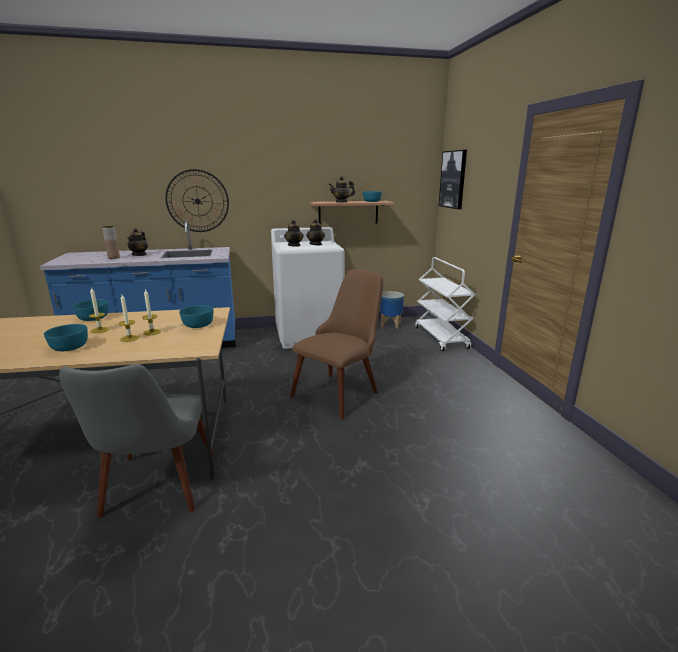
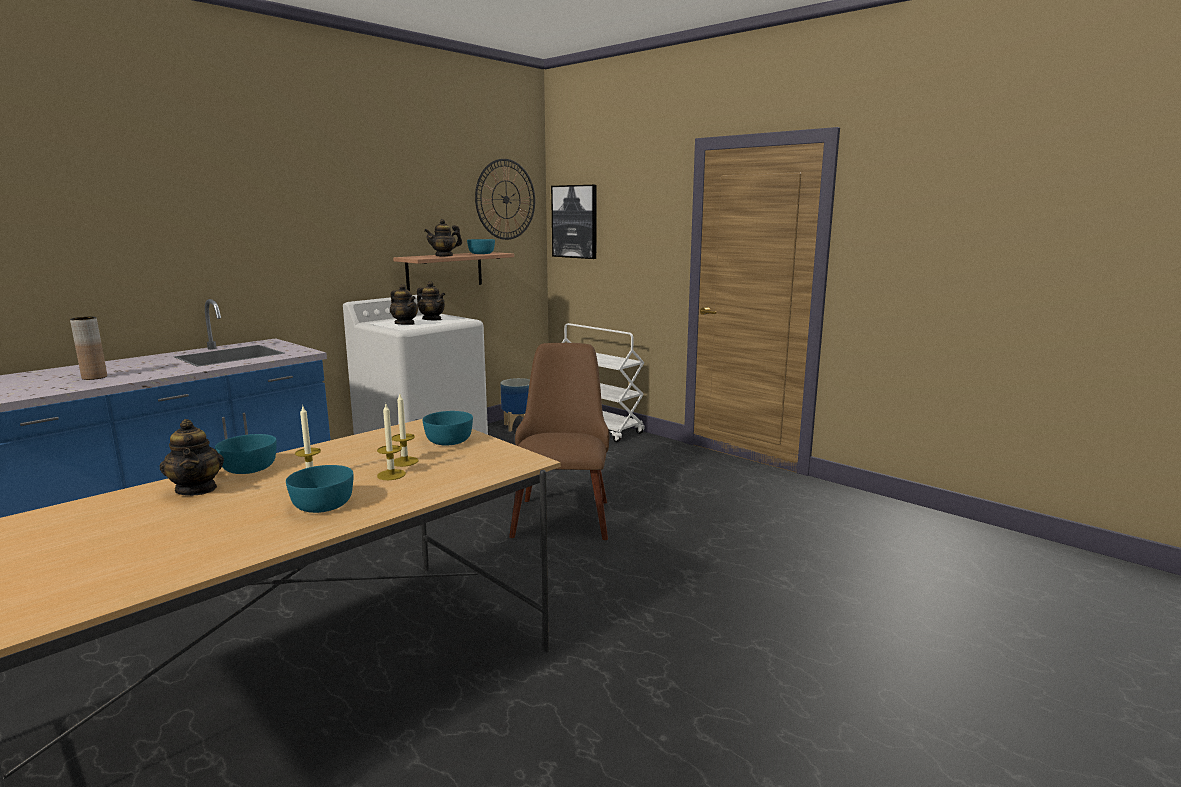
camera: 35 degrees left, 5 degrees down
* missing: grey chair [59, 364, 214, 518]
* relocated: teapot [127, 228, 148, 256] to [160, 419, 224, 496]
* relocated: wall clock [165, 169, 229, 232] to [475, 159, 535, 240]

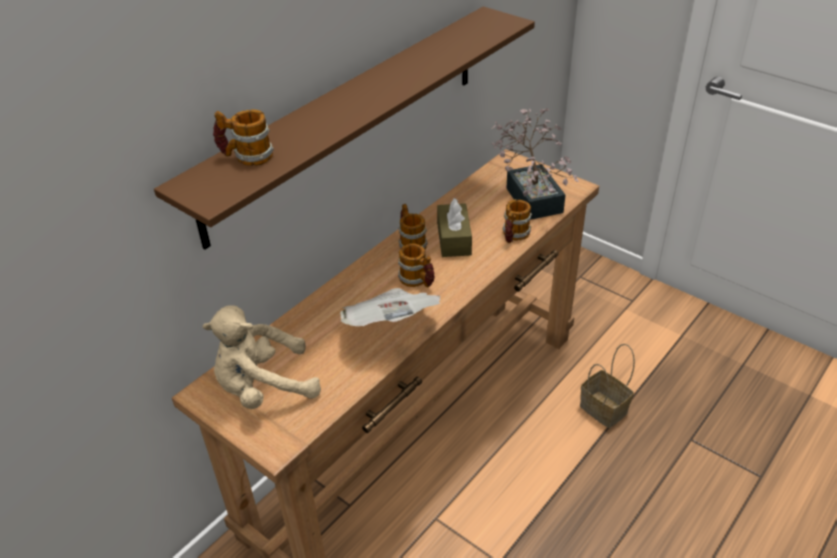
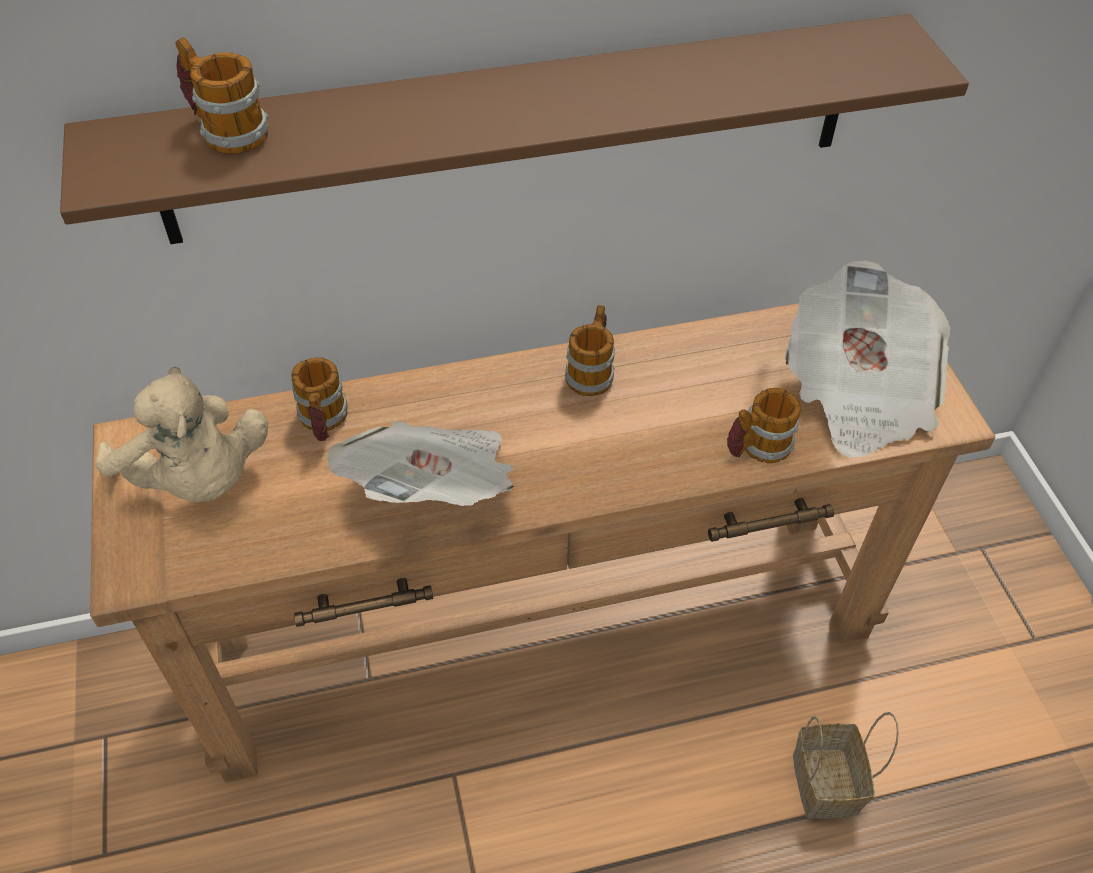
camera: 35 degrees right, 10 degrees up
* missing: brown tissue box [437, 198, 472, 257]
* relocated: mug [398, 243, 435, 288] to [291, 357, 348, 441]
* exchanged: potted plant [492, 108, 579, 220] to newspaper [785, 260, 951, 459]
* spun: beige plush toy [202, 305, 321, 409] = [95, 367, 268, 502] 150 degrees counterclockwise

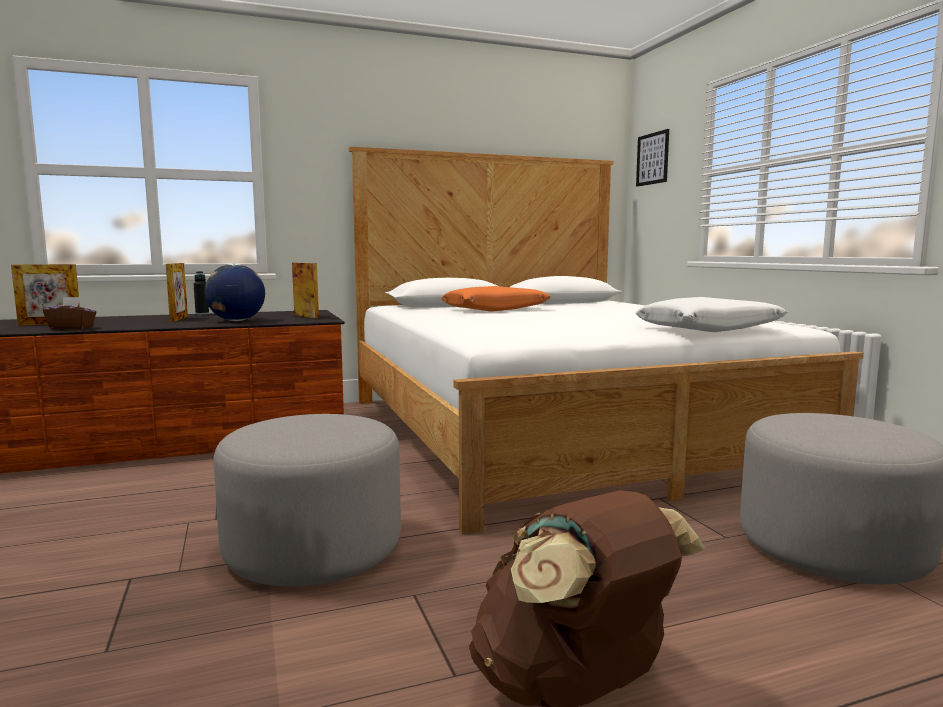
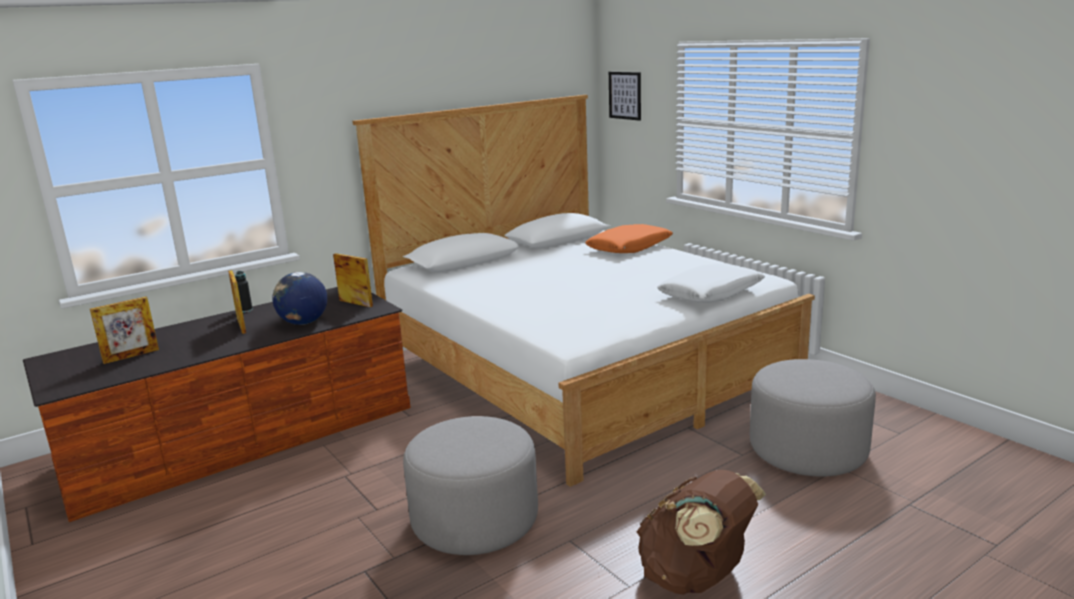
camera: 15 degrees left, 10 degrees up
* missing: brown tissue box [43, 297, 96, 330]
* relocated: orange pillow [441, 286, 551, 311] to [585, 224, 673, 253]

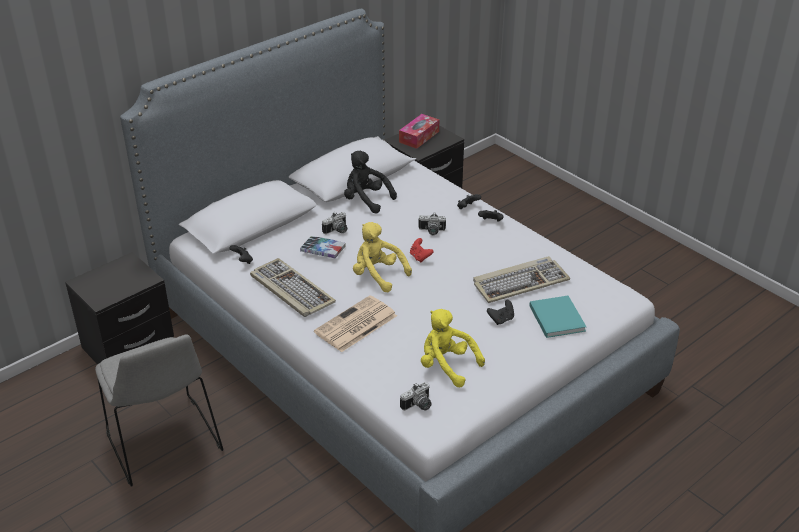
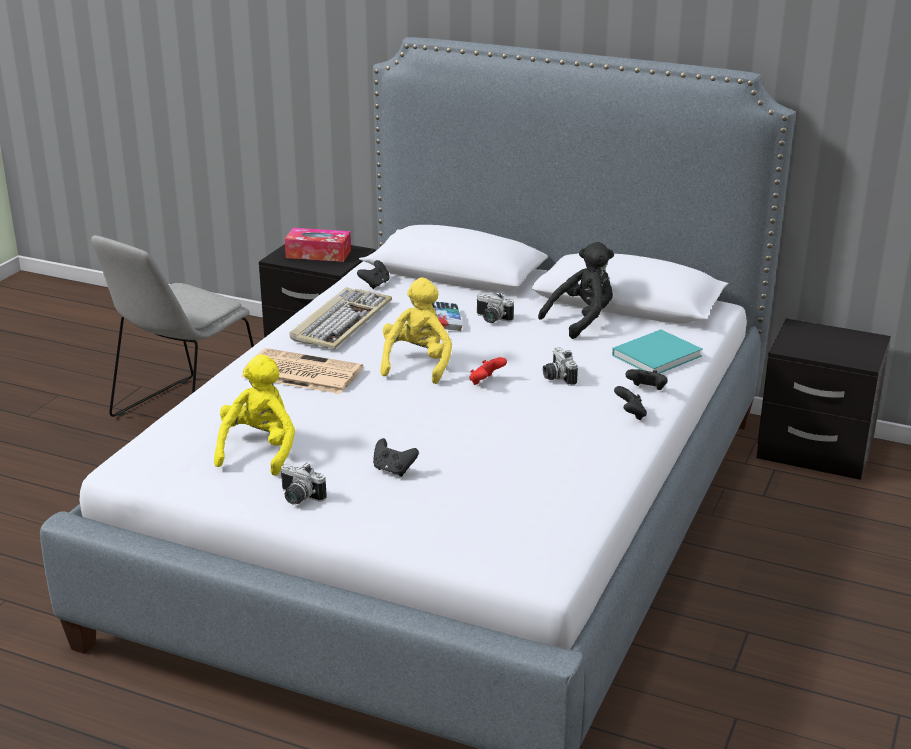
camera: 65 degrees right, 10 degrees down
* missing: keyboard [473, 256, 570, 303]
* relocated: tissue box [399, 114, 439, 149] to [285, 228, 351, 262]
* relocated: photo camera [400, 382, 432, 410] to [280, 463, 327, 504]
* relocated: turquoise book [529, 296, 586, 338] to [612, 330, 702, 374]
* spun: black plush toy [344, 151, 397, 213] = [538, 242, 614, 339] 45 degrees clockwise

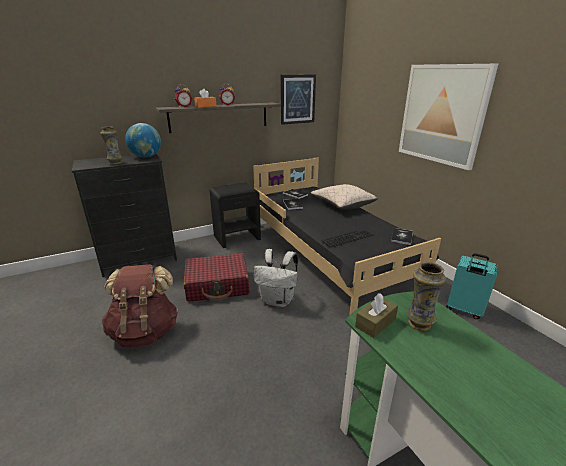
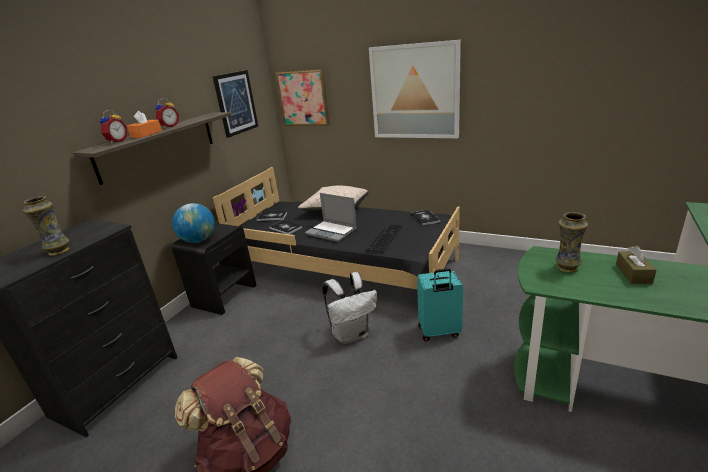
camera: 35 degrees left, 0 degrees up
* missing: red suitcase [184, 253, 249, 302]
* appeared: picture [276, 69, 330, 126]
* appeared: laptop [305, 193, 357, 242]
* relocated: globe [125, 123, 161, 157] to [172, 203, 215, 243]
* relocated: brown tissue box [355, 293, 398, 338] to [616, 246, 656, 284]
* relocated: turquoise suitcase [446, 253, 498, 319] to [417, 268, 463, 341]

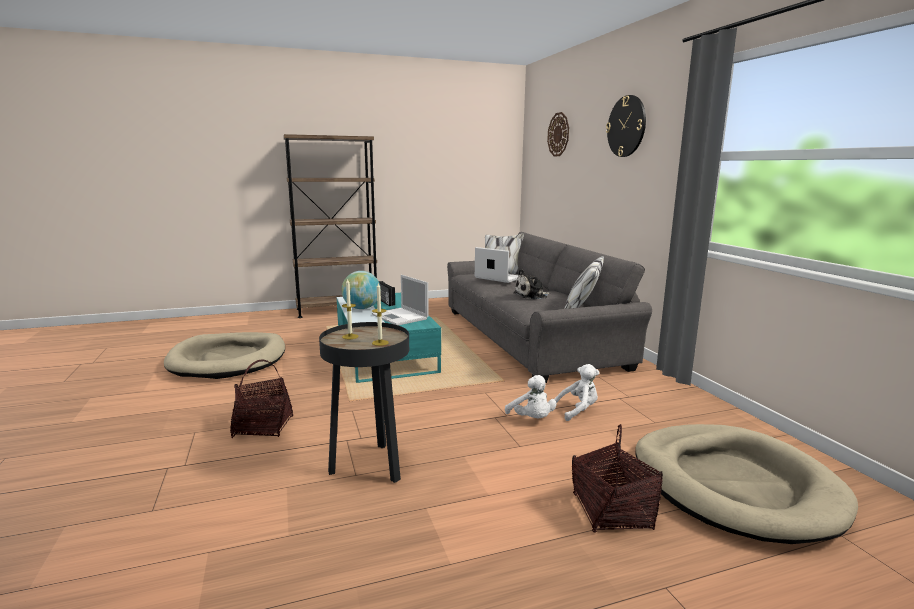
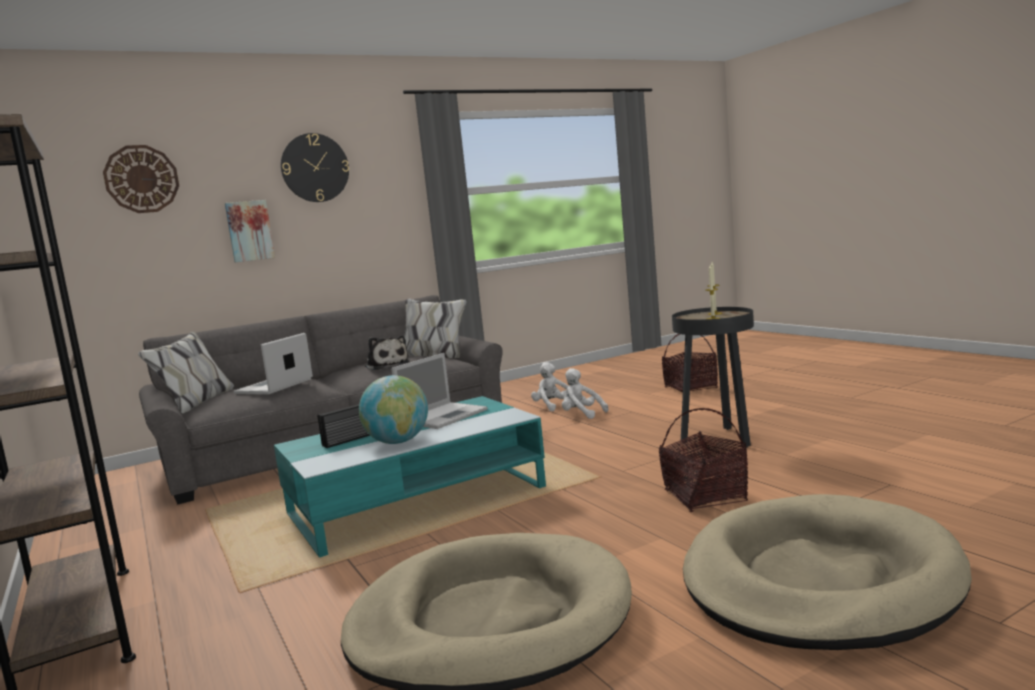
camera: 100 degrees left, 5 degrees down
* appeared: picture [225, 200, 275, 262]
* relocated: beige dog bed [635, 424, 858, 544] to [683, 494, 972, 650]
* spun: white plush toy [505, 375, 557, 418] = [562, 368, 608, 419] 105 degrees counterclockwise

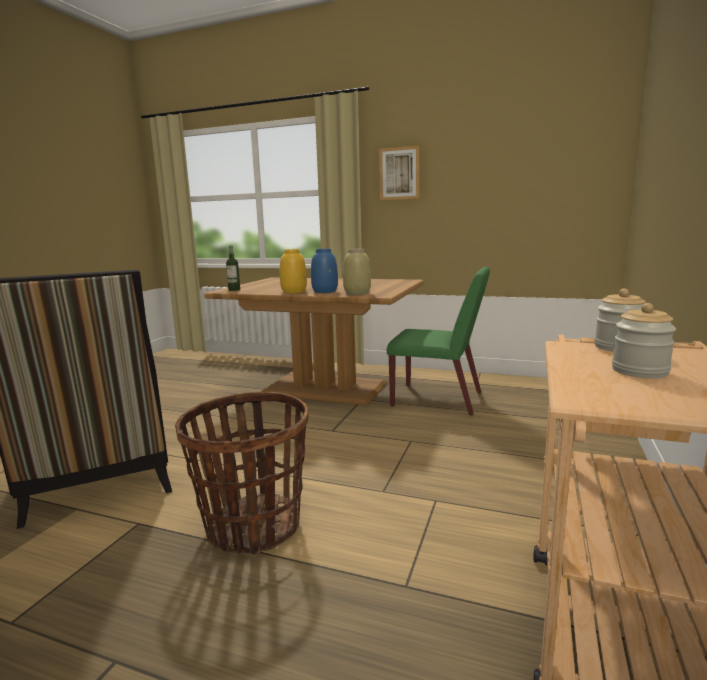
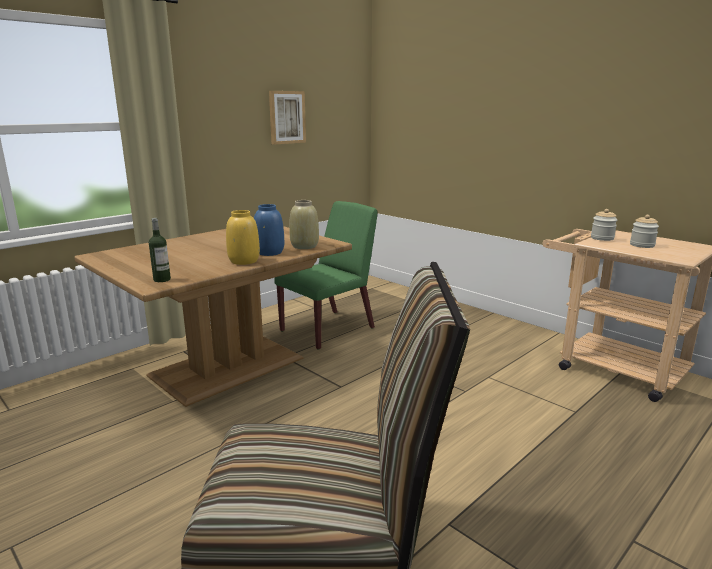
camera: 65 degrees left, 5 degrees up
* missing: basket [175, 392, 309, 555]
* relocated: picture [379, 146, 420, 200] to [269, 91, 306, 145]

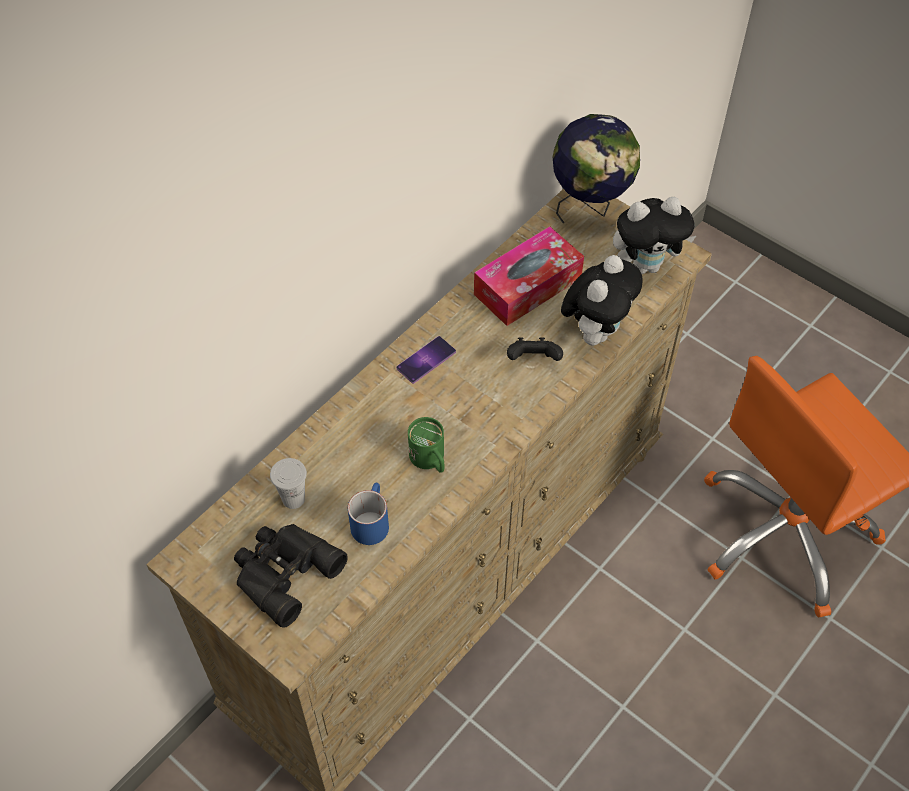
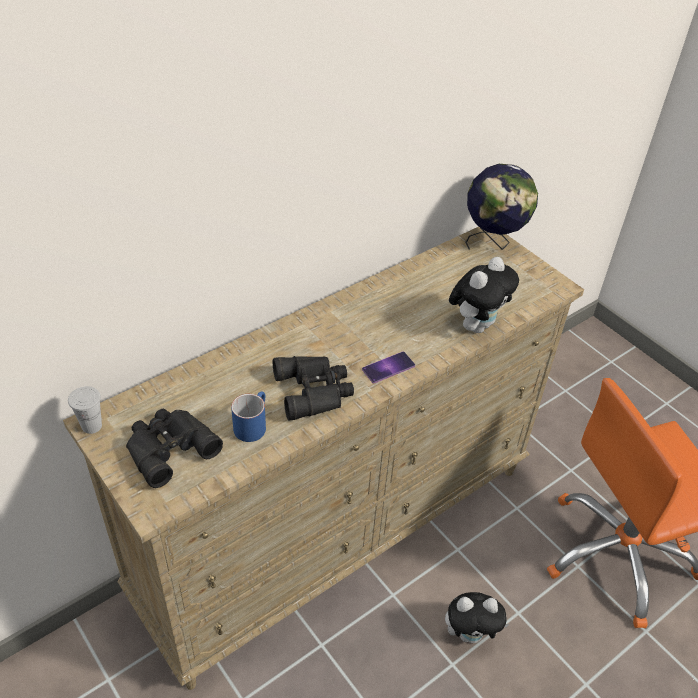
camera: 10 degrees right, 10 degrees down
* missing: tissue box [474, 226, 584, 326]
* missing: black game controller [507, 337, 563, 361]
* relocated: white cup [270, 458, 307, 509] to [68, 386, 102, 434]
* relocated: phone [396, 336, 456, 384] to [362, 351, 415, 384]
* relocated: plush toy [613, 197, 696, 274] to [445, 592, 510, 643]
* exchanged: green mug [408, 417, 445, 473] to black binoculars [273, 356, 354, 420]

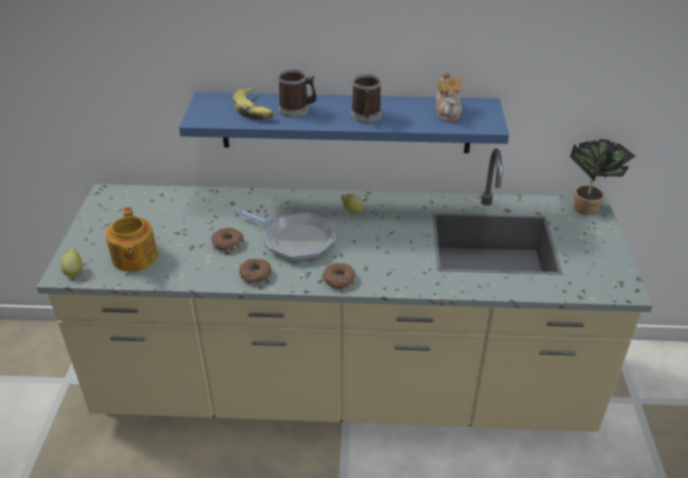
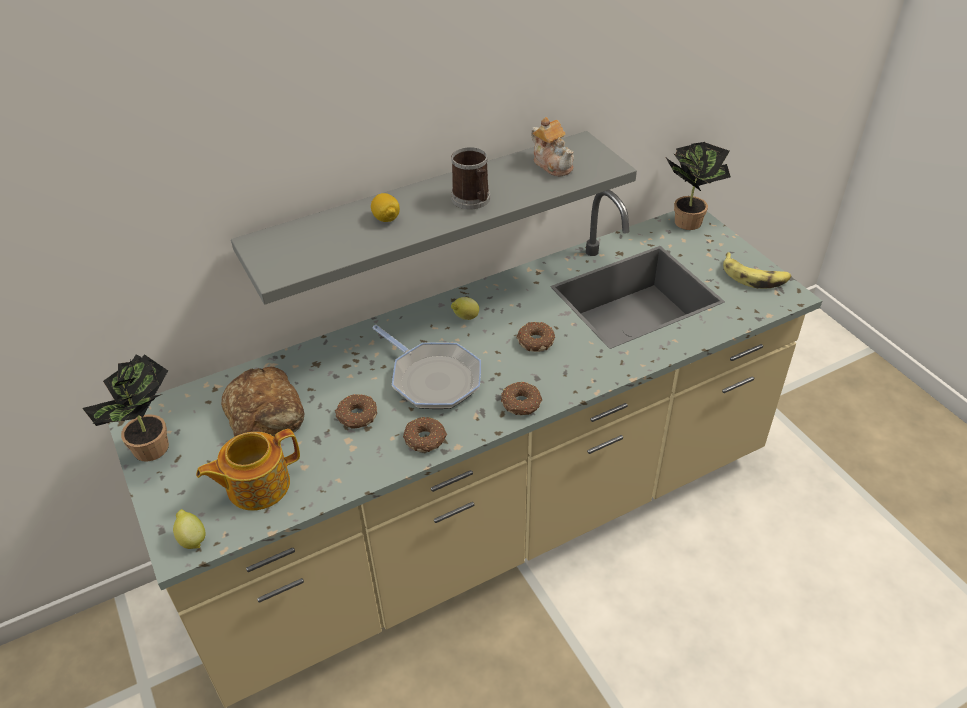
camera: 30 degrees left, 5 degrees up
* appeared: potted plant [82, 354, 169, 461]
* appeared: bread [221, 367, 304, 437]
* appeared: donut [517, 322, 555, 352]
* relocated: banana [233, 87, 274, 120] to [723, 252, 791, 289]
* exchanged: mug [278, 69, 316, 118] to lemon [371, 193, 400, 222]
* colour: blue shelf [179, 92, 509, 153] to grey shelf [231, 131, 637, 305]
* spun: teapot [105, 207, 158, 272] = [196, 429, 300, 511] 105 degrees clockwise
* spun: frying pan [237, 209, 336, 262] = [372, 325, 481, 409] 45 degrees clockwise

